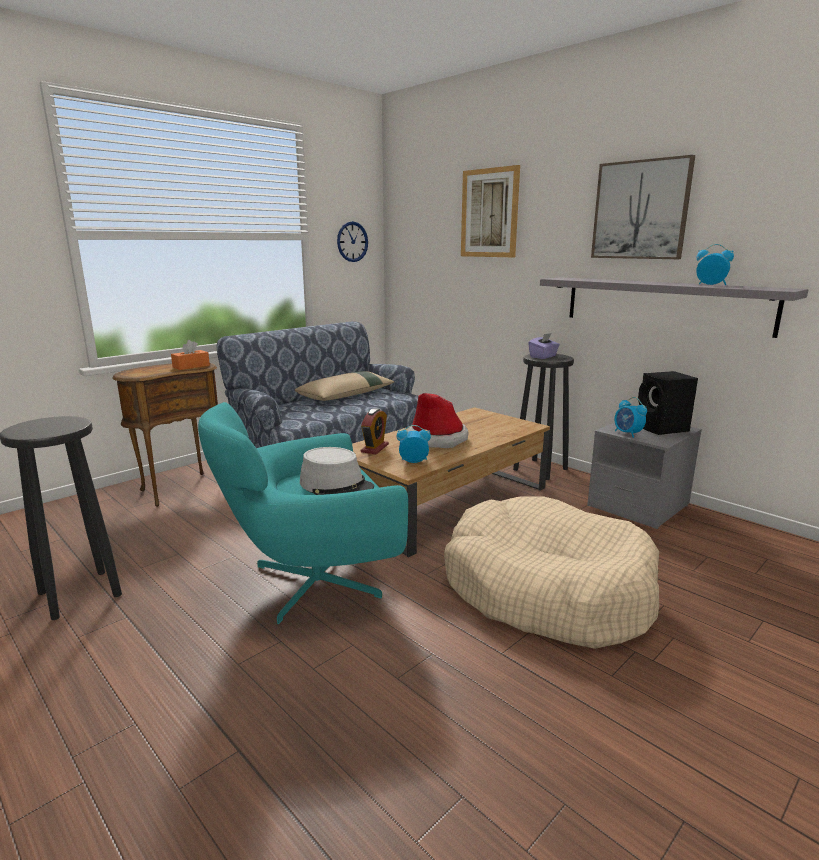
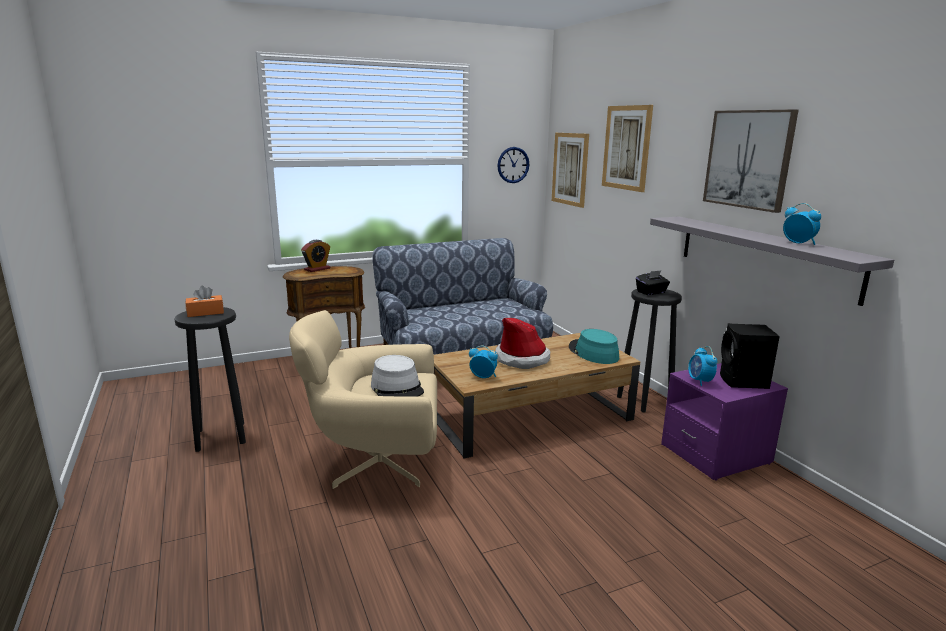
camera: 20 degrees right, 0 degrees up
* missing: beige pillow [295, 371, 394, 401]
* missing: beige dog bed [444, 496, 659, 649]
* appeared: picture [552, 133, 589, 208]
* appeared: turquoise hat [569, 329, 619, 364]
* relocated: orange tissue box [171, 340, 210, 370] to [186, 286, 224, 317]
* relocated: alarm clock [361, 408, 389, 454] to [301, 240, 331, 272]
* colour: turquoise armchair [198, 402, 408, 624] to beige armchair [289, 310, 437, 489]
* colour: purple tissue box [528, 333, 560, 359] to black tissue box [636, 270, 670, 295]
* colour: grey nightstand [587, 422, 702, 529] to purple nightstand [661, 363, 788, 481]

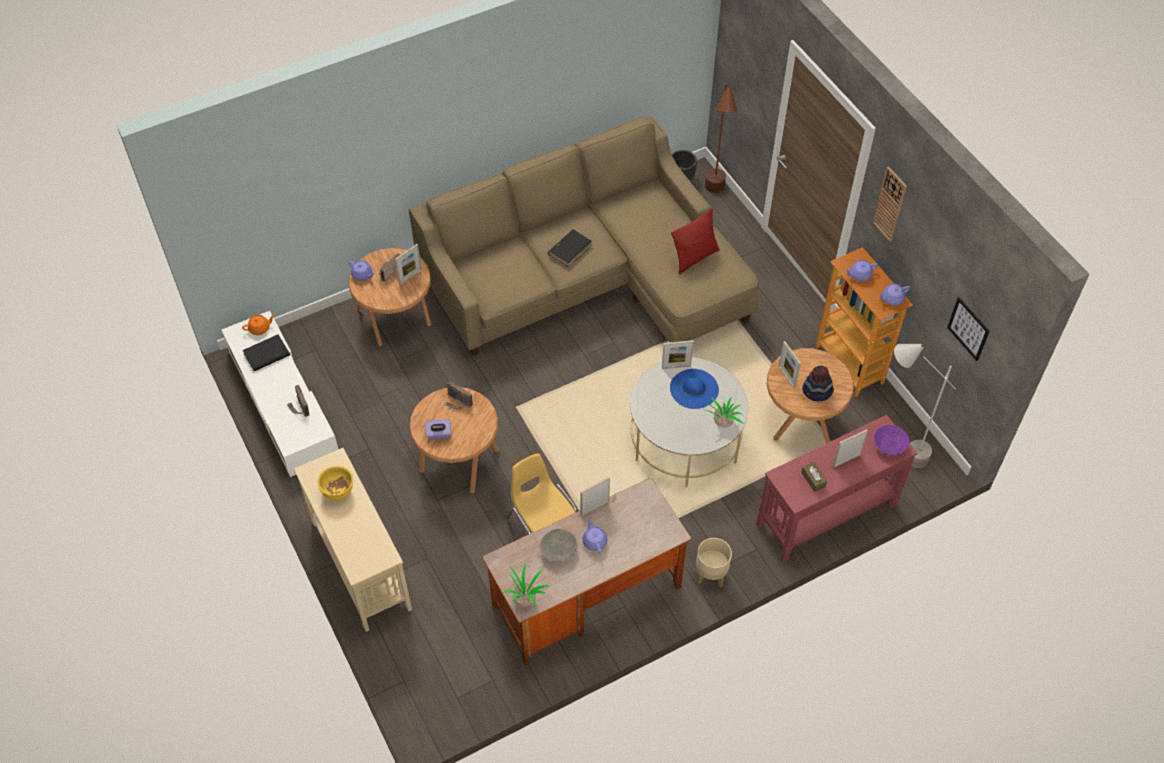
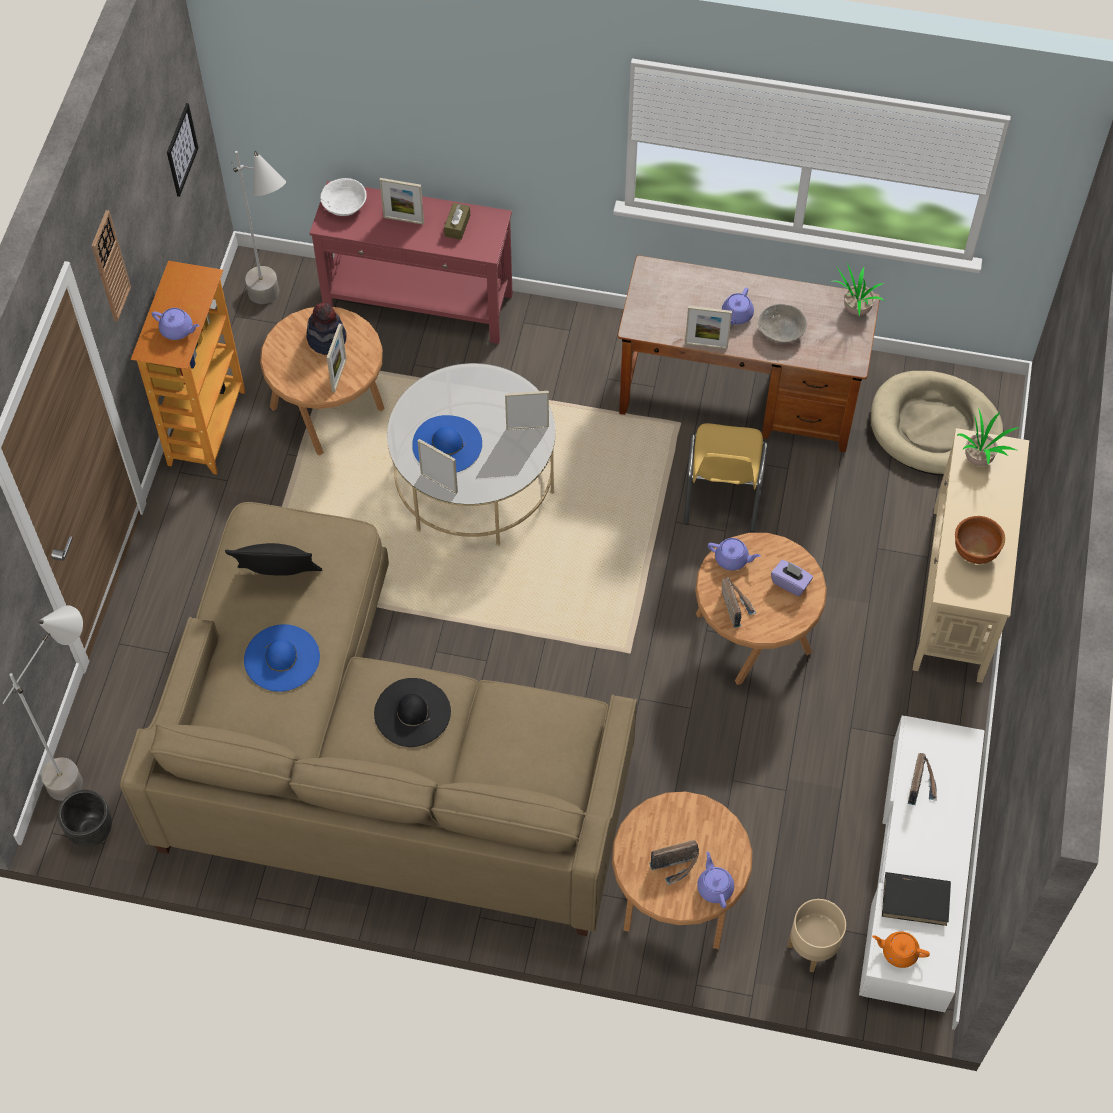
camera: 140 degrees left, 5 degrees up
* appeared: blue hat [244, 624, 320, 692]
* appeared: beige dog bed [870, 371, 1003, 476]
* relocated: picture frame [395, 244, 422, 286] to [505, 391, 549, 430]
* relocated: beige planter [696, 538, 732, 588] to [787, 899, 846, 972]
* relocated: potted plant [703, 397, 744, 428] to [957, 408, 1019, 466]
* relocated: purple teapot [878, 283, 910, 305] to [708, 538, 761, 571]
* exchanged: black book [548, 230, 592, 267] to black hat [374, 678, 451, 747]
* colour: yellow bowl [318, 466, 353, 500] to brown bowl [955, 516, 1005, 564]
* colour: red pillow [671, 208, 720, 275] to black pillow [225, 543, 322, 576]
* colour: brown floor lamp [705, 84, 738, 193] to grey floor lamp [3, 605, 83, 801]
* colour: purple bowl [873, 425, 909, 455] to white bowl [320, 178, 367, 216]

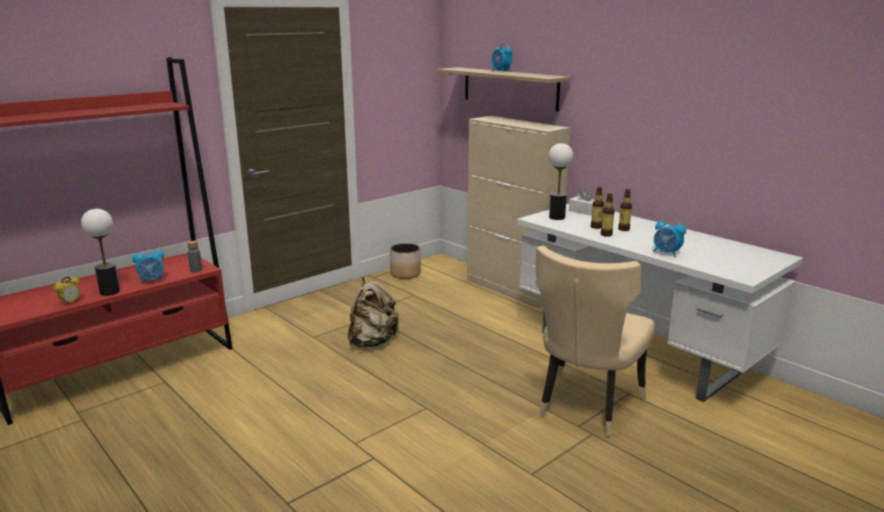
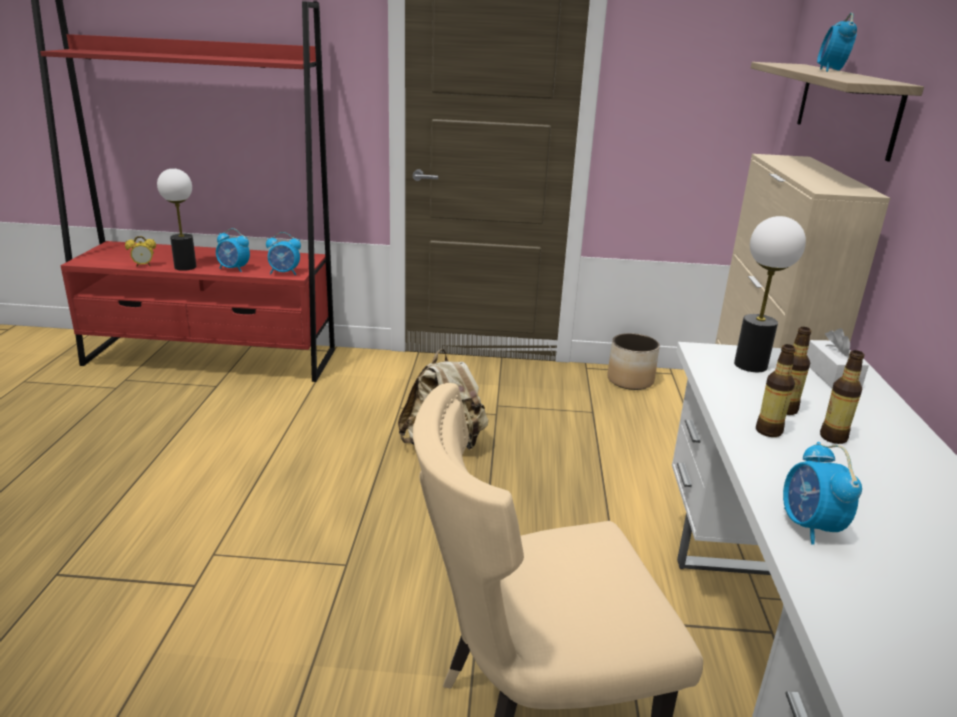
camera: 45 degrees right, 5 degrees up
* exchanged: grey bottle [188, 241, 202, 272] to alarm clock [266, 232, 301, 275]

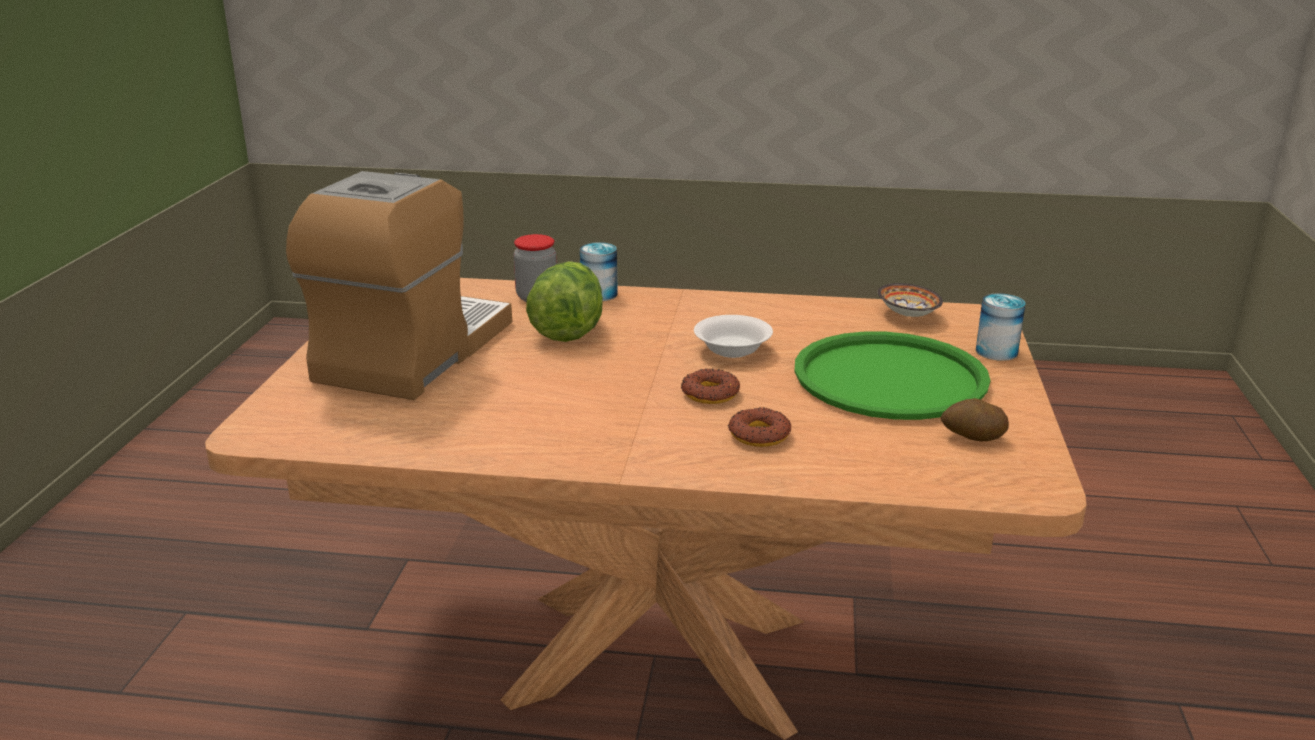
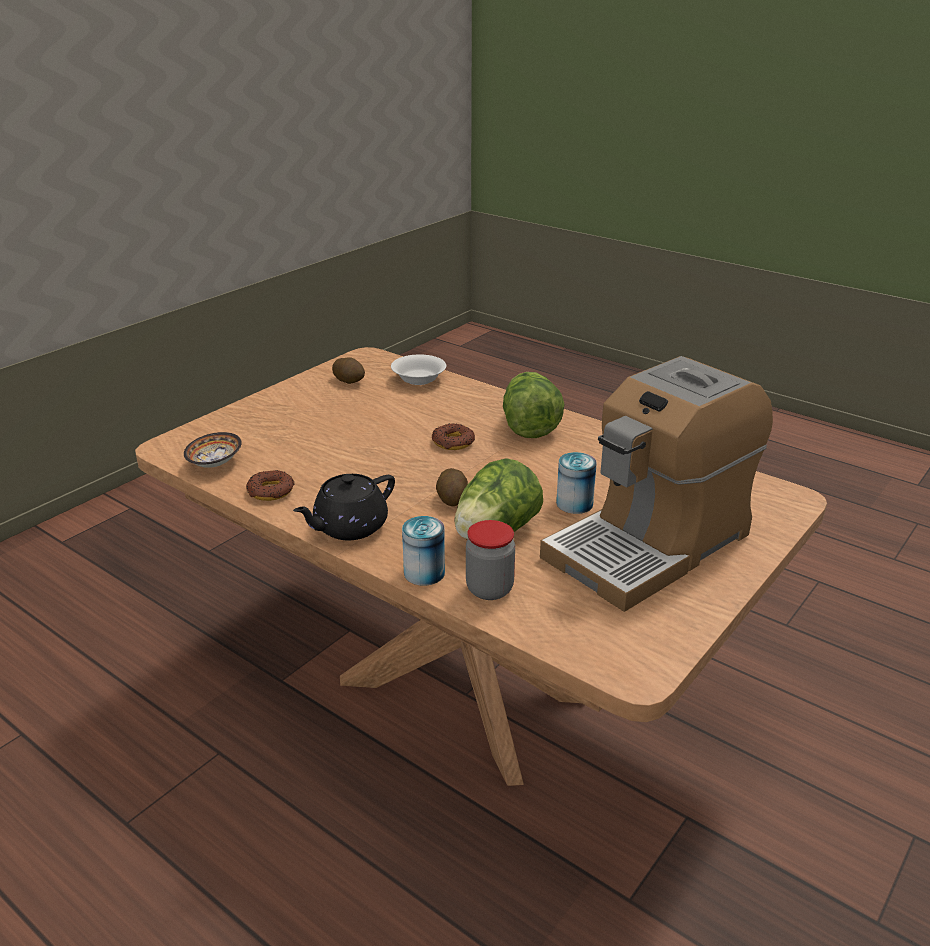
camera: 150 degrees left, 5 degrees up
* missing: green tray [794, 331, 990, 420]
* appeared: black teapot [293, 474, 395, 540]
* appeared: potato [436, 468, 468, 506]
* appeared: lettuce [503, 372, 565, 438]
* relocated: white bowl [694, 315, 773, 358] to [391, 354, 446, 385]
* relocated: donut [728, 407, 791, 447] to [246, 470, 294, 501]
* relocated: can [976, 293, 1026, 361] to [556, 452, 597, 514]

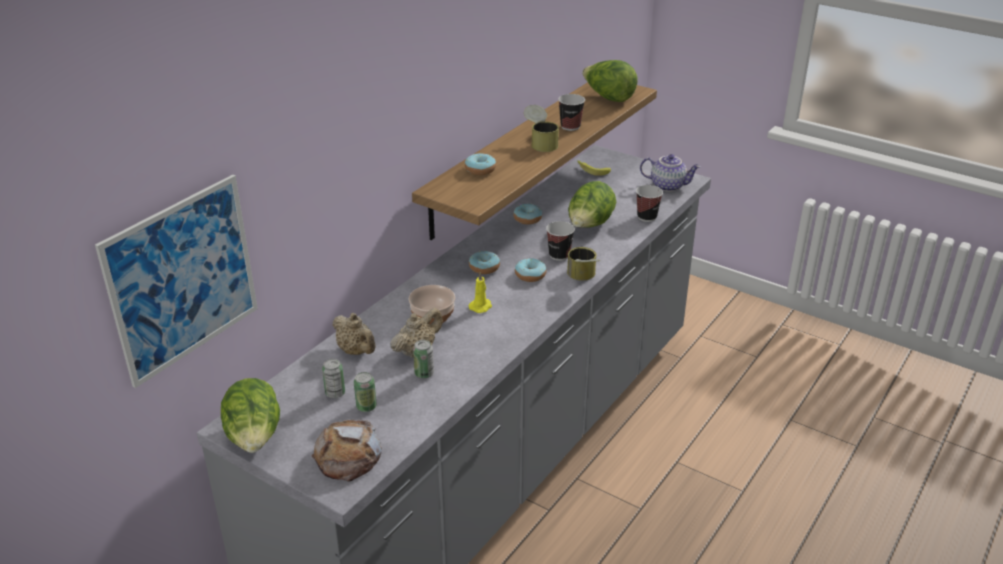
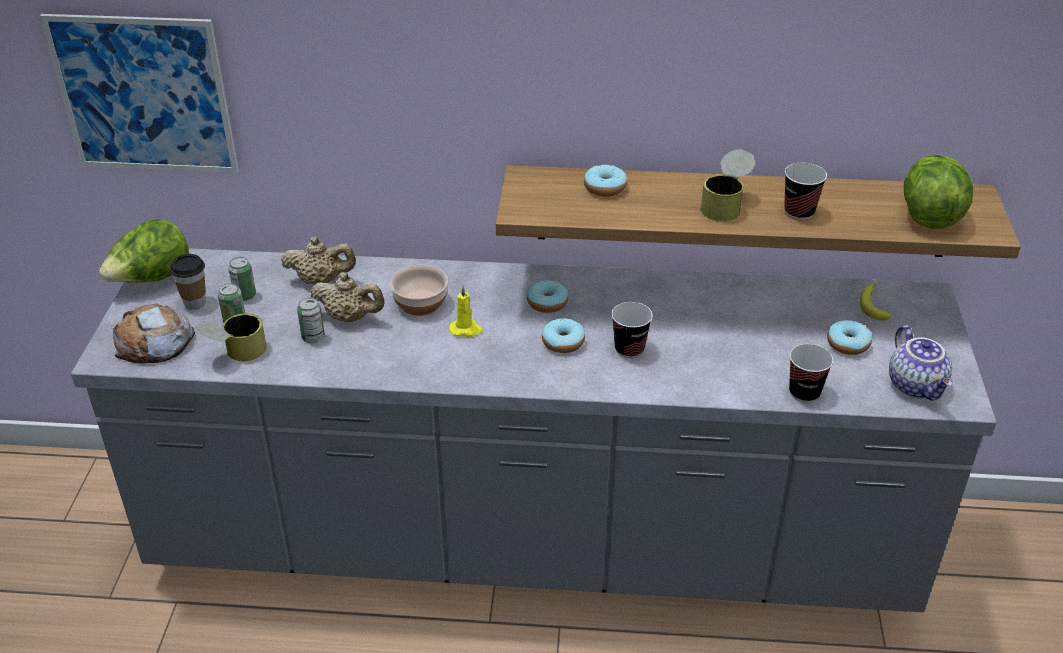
camera: 60 degrees right, 5 degrees up
* missing: lettuce [568, 181, 616, 228]
* appeared: cup [170, 254, 206, 310]
* relocated: donut [513, 203, 542, 224] to [827, 320, 872, 355]
* relocated: can [567, 247, 601, 281] to [196, 313, 267, 361]
* spun: beige teapot [332, 313, 376, 355] = [281, 236, 356, 285] 105 degrees counterclockwise

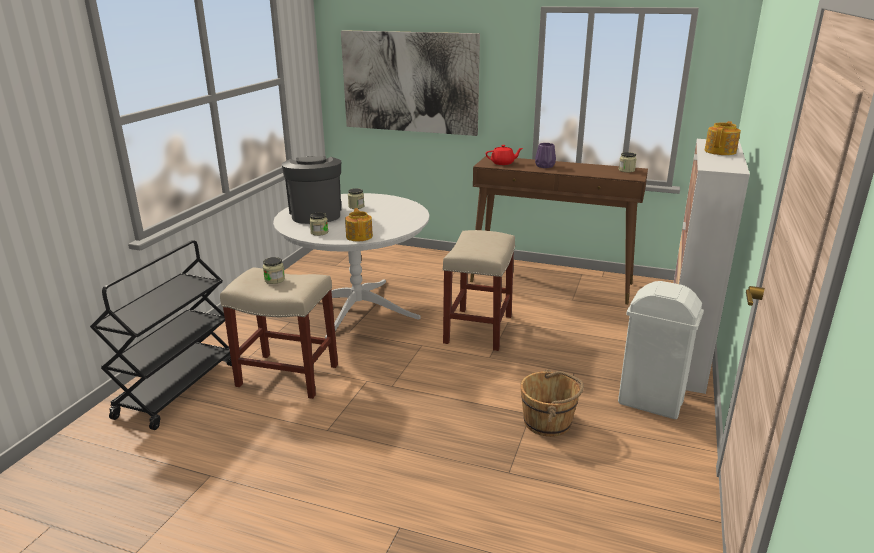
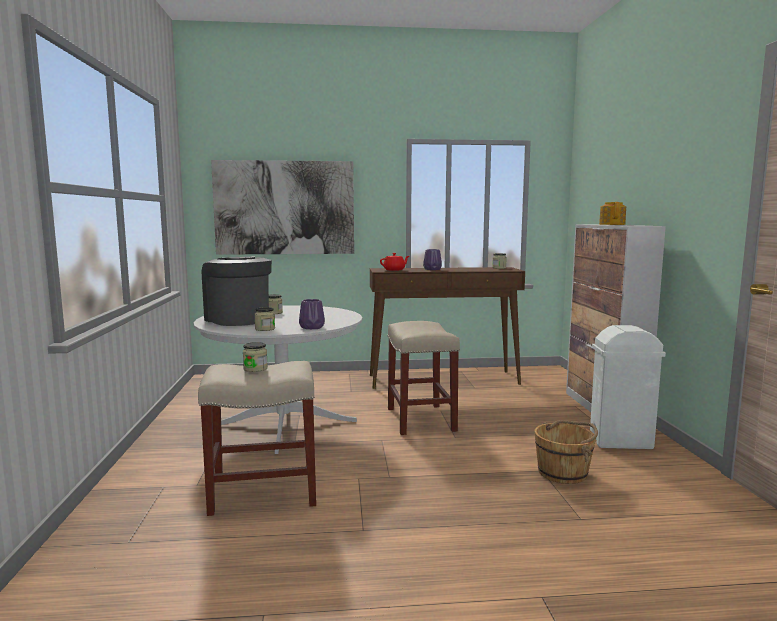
camera: 25 degrees left, 15 degrees down
* missing: black cart [90, 240, 232, 430]
* exchanged: teapot [345, 208, 373, 242] to purple vase [299, 299, 325, 329]

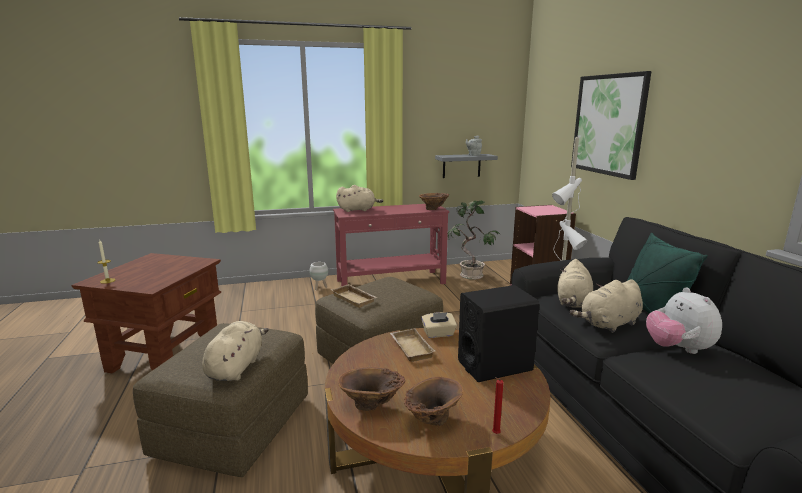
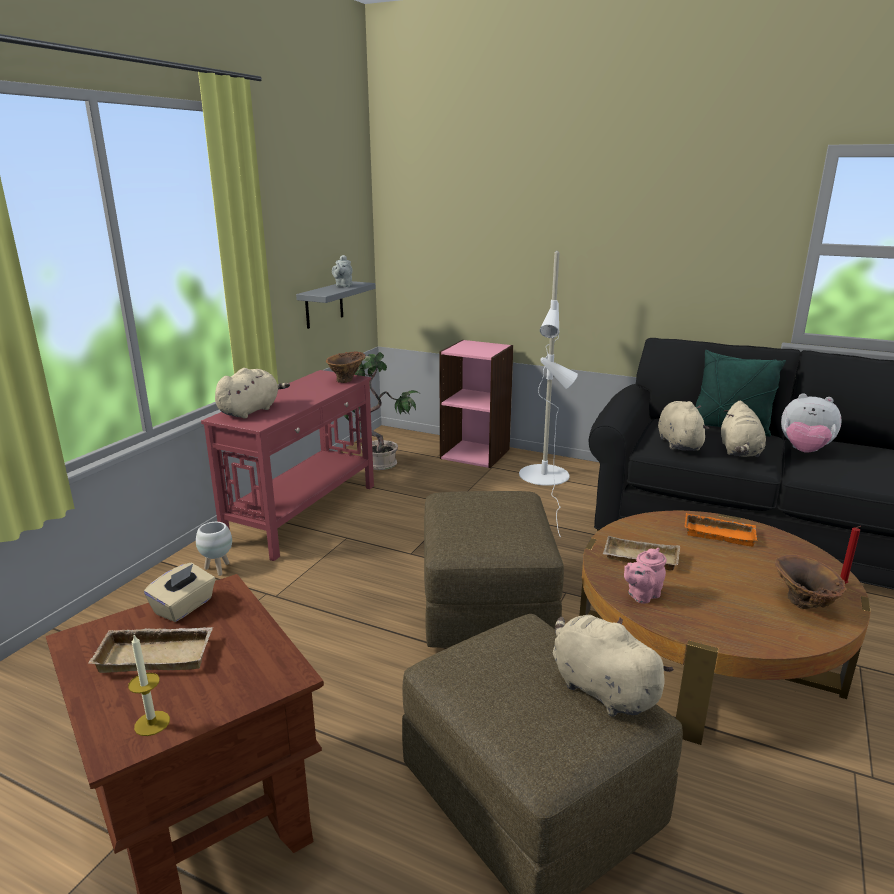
camera: 50 degrees left, 5 degrees up
* missing: brown vase [338, 367, 405, 411]
* missing: picture [571, 71, 652, 180]
* appeared: pink teapot [624, 548, 667, 604]
* relocated: beige tray [331, 284, 378, 308] to [88, 627, 213, 673]
* relocated: beige tissue box [421, 312, 457, 338] to [144, 562, 216, 622]
* exchanged: black speaker [458, 285, 540, 382] to orange tray [684, 513, 757, 547]
* spun: beige plush toy [557, 259, 593, 308] = [658, 401, 710, 451] 150 degrees counterclockwise

